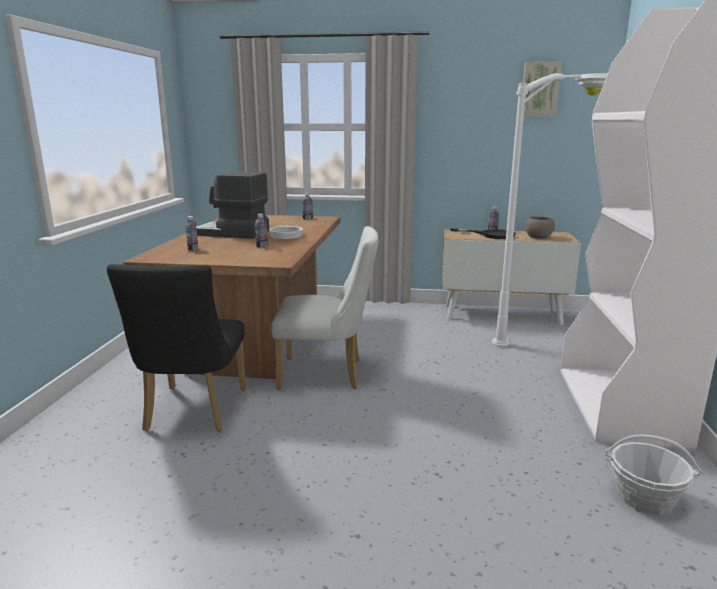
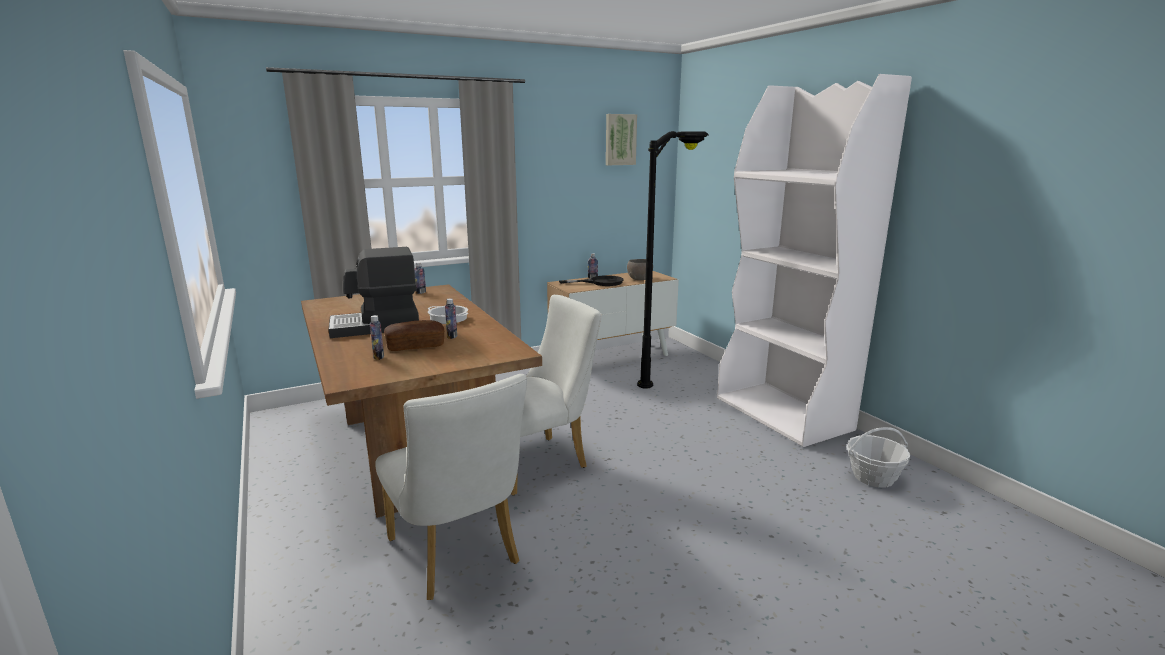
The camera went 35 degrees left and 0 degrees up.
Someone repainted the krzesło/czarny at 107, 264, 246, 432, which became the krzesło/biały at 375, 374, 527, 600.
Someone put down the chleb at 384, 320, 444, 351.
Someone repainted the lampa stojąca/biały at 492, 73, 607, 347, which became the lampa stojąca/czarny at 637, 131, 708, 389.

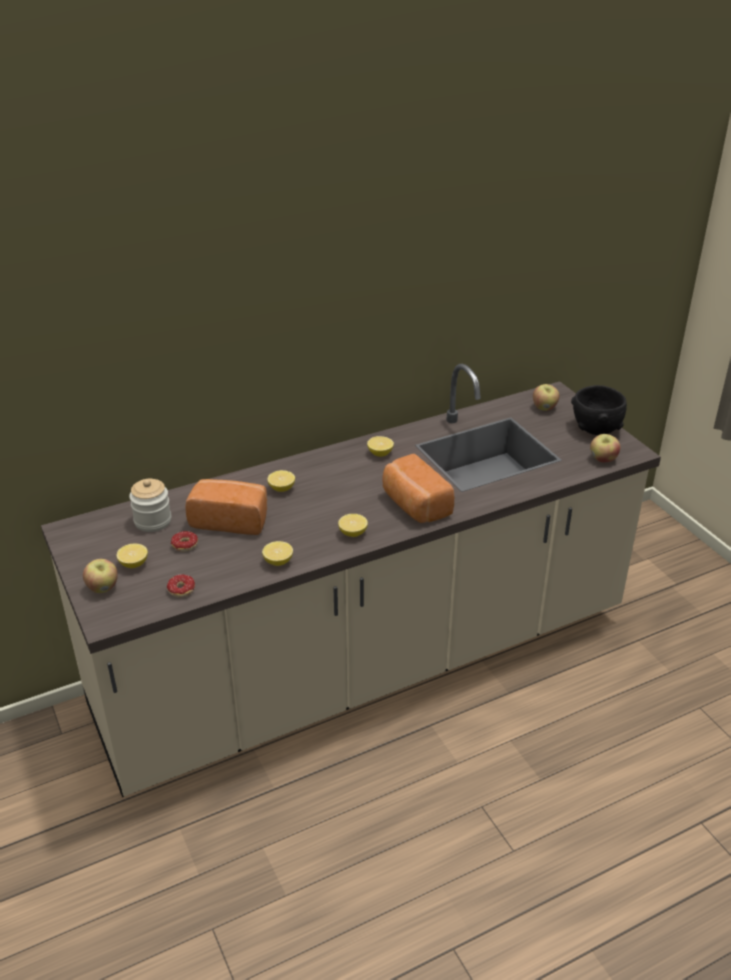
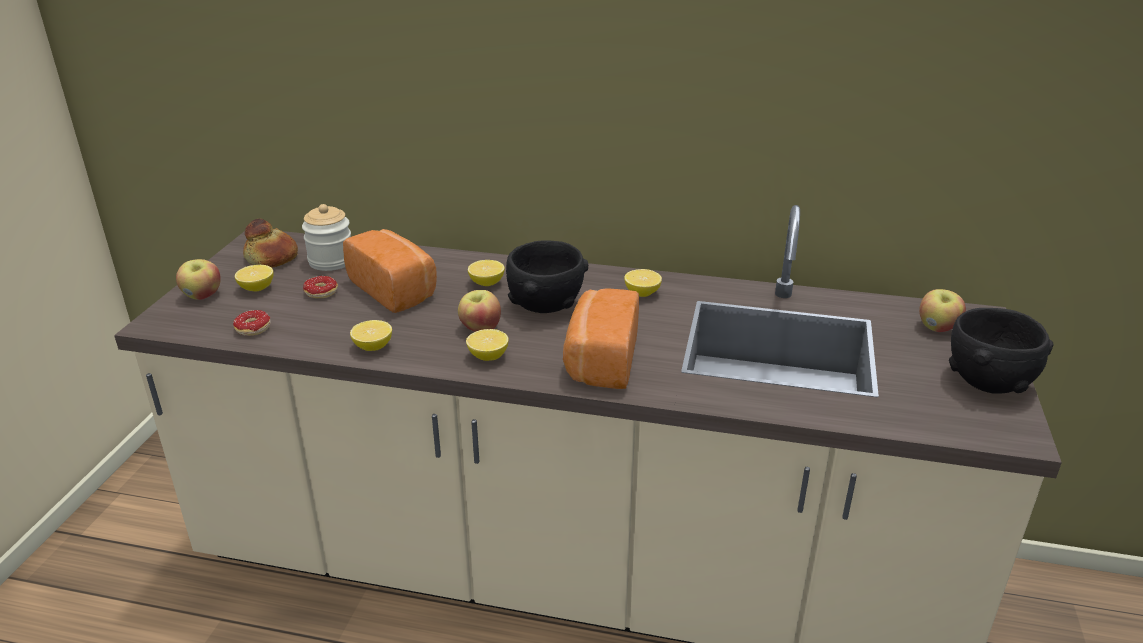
The camera went 40 degrees right and 5 degrees down.
Someone put down the chleb at 243, 219, 298, 268.
Someone carried the jabłko from 590, 434, 620, 462 to 458, 290, 501, 332.
Someone put down the miska/czarny at 506, 241, 588, 313.

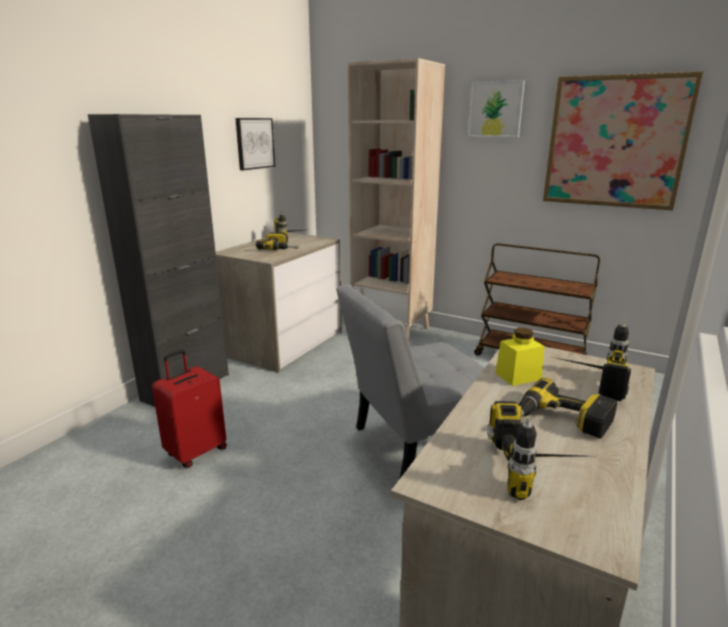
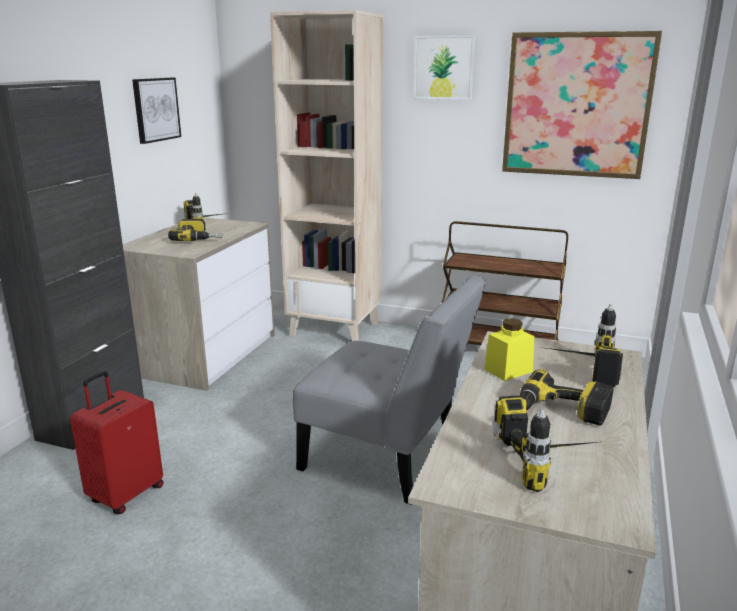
The camera went 10 degrees left and 0 degrees up.
Someone rotated the krzesło/szary at 336, 284, 484, 479 by 120 degrees counterclockwise.

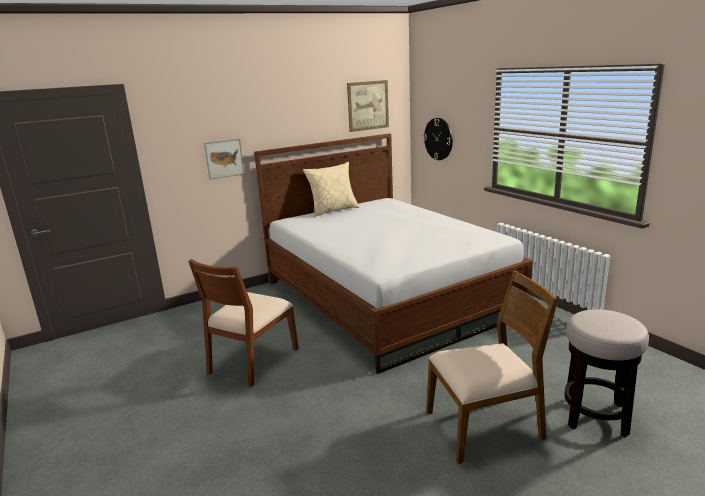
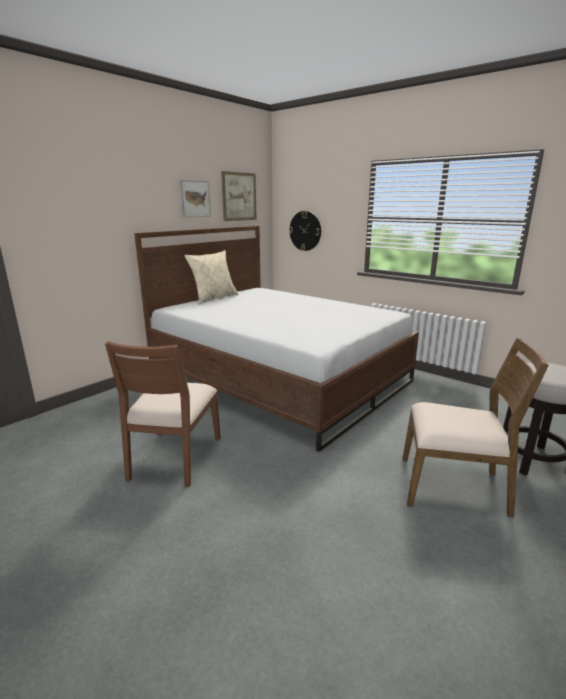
The camera went 20 degrees left and 0 degrees up.
Someone carried the obraz from 204, 139, 244, 180 to 180, 180, 211, 217.
Someone rotated the krzesło/brązowy at 426, 271, 558, 464 by 45 degrees clockwise.

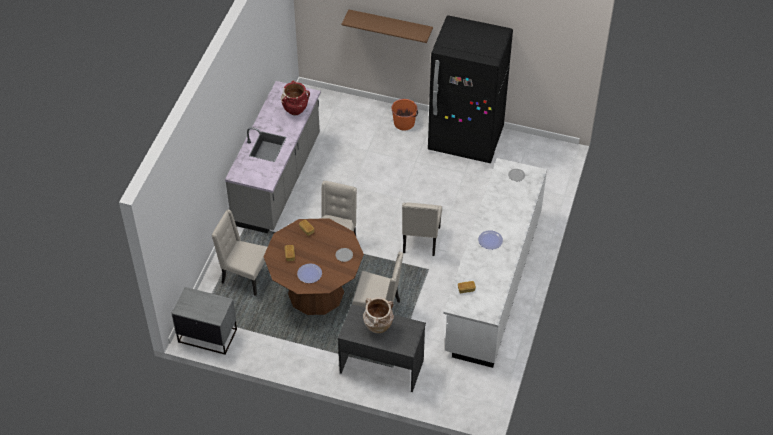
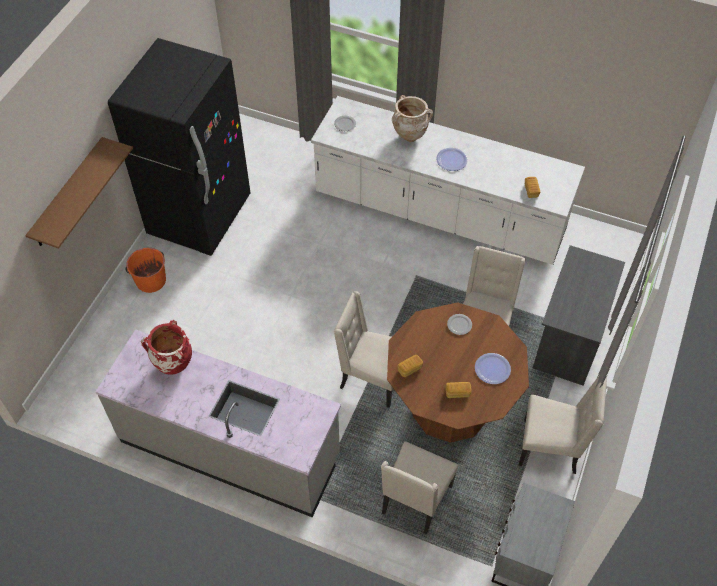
The camera went 85 degrees left and 5 degrees up.
Someone carried the wazon/beżowy from 363, 297, 394, 333 to 392, 95, 433, 142.
Someone carried the krzesło/beżowy from 402, 202, 442, 256 to 518, 376, 607, 474.

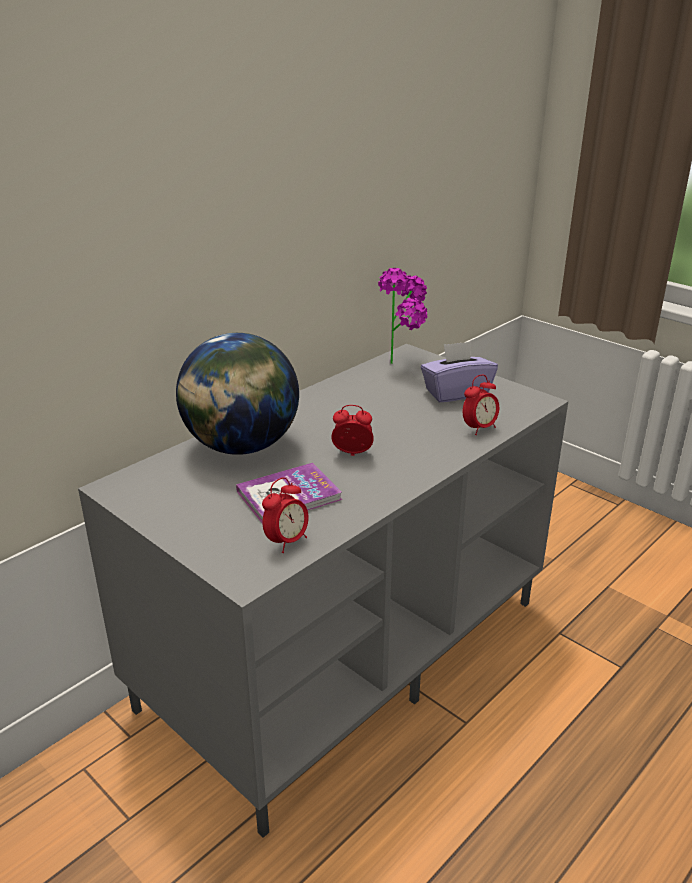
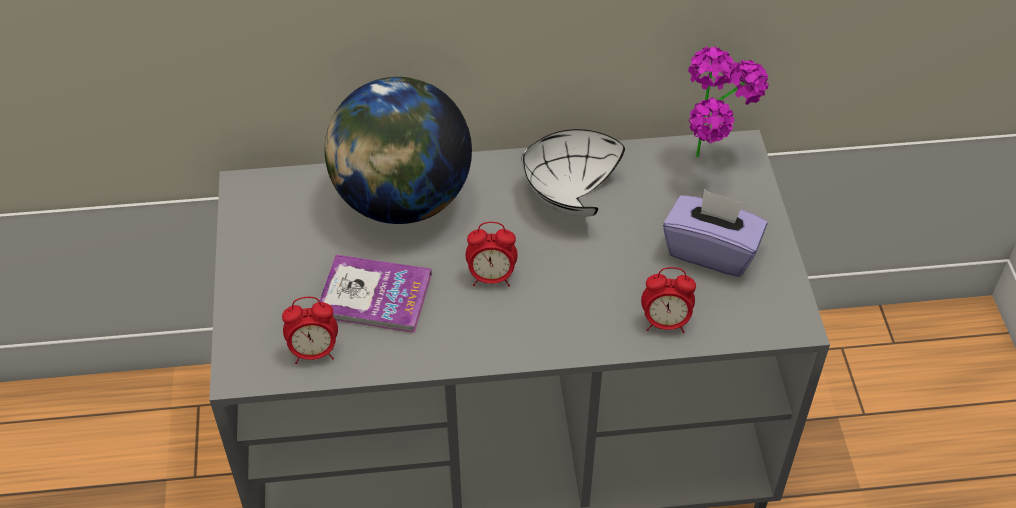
The camera went 40 degrees right and 20 degrees up.
Someone rotated the budzik at 331, 405, 374, 456 by 135 degrees clockwise.
Someone put down the miska/biały at 521, 129, 625, 217.

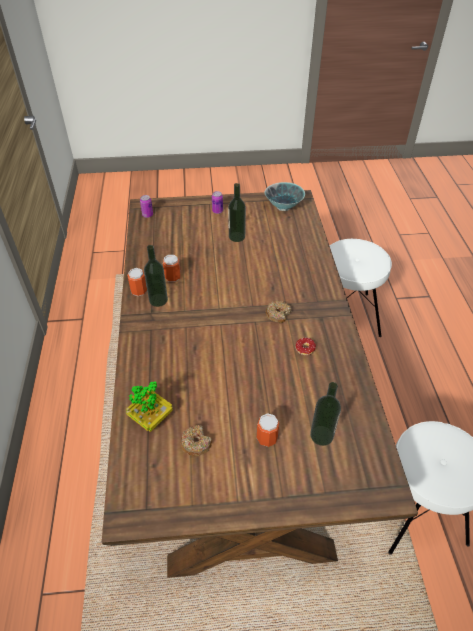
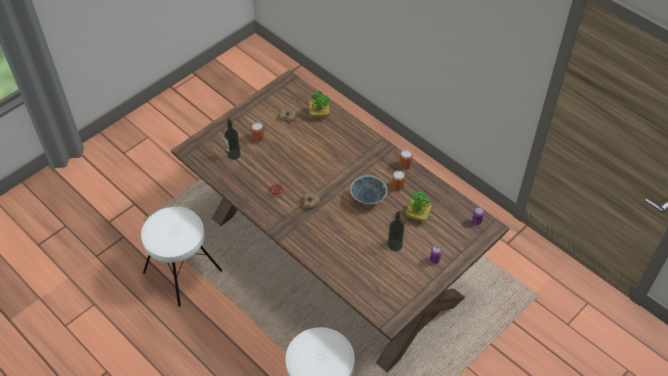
The camera went 140 degrees right and 5 degrees up.
Someone carried the miska from 264, 182, 305, 211 to 350, 175, 387, 204.
Someone put down the roślina doniczkowa at 405, 192, 432, 222.
Someone took away the butelka at 144, 245, 168, 307.

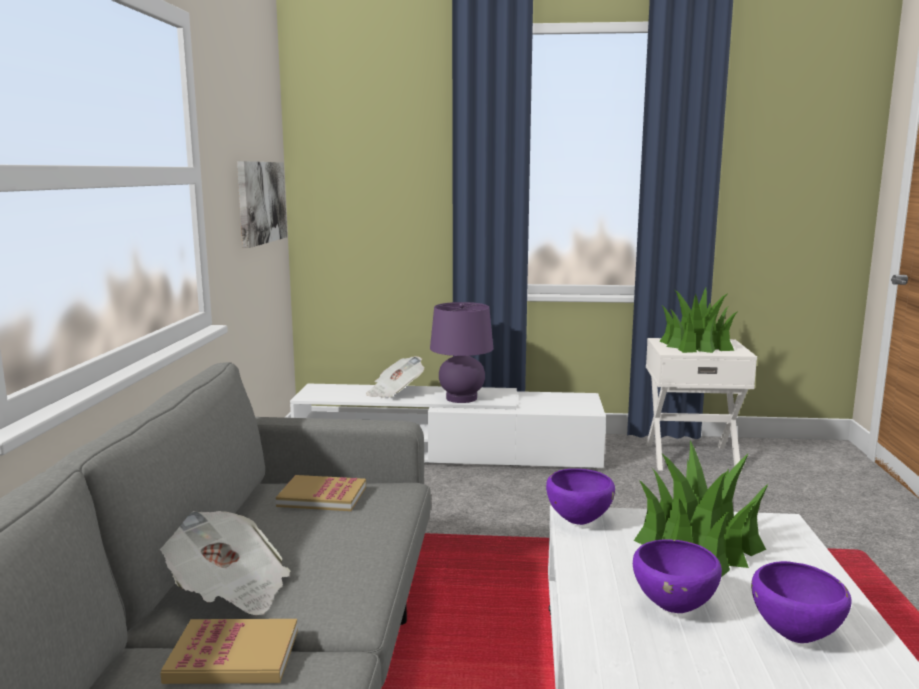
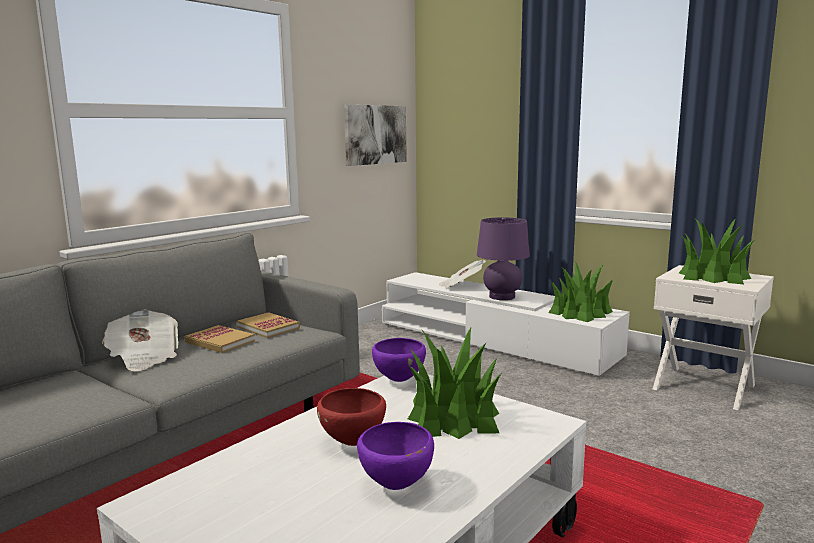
The camera went 35 degrees right and 0 degrees up.
Someone carried the książka from 160, 619, 298, 684 to 184, 325, 255, 353.
Someone repainted the miska/fioletowy at 633, 539, 722, 613, which became the miska/czerwony at 317, 388, 386, 446.
Someone put down the roślina doniczkowa at 548, 261, 613, 322.

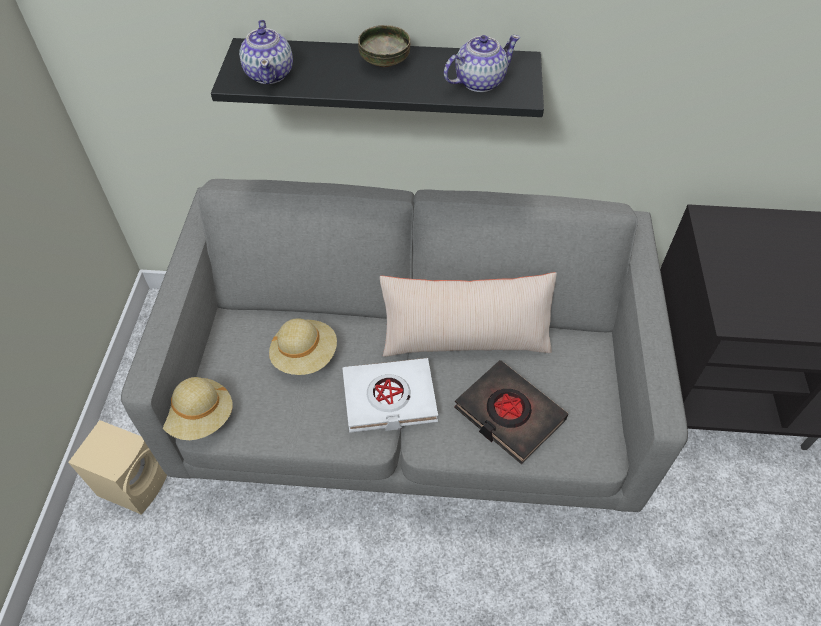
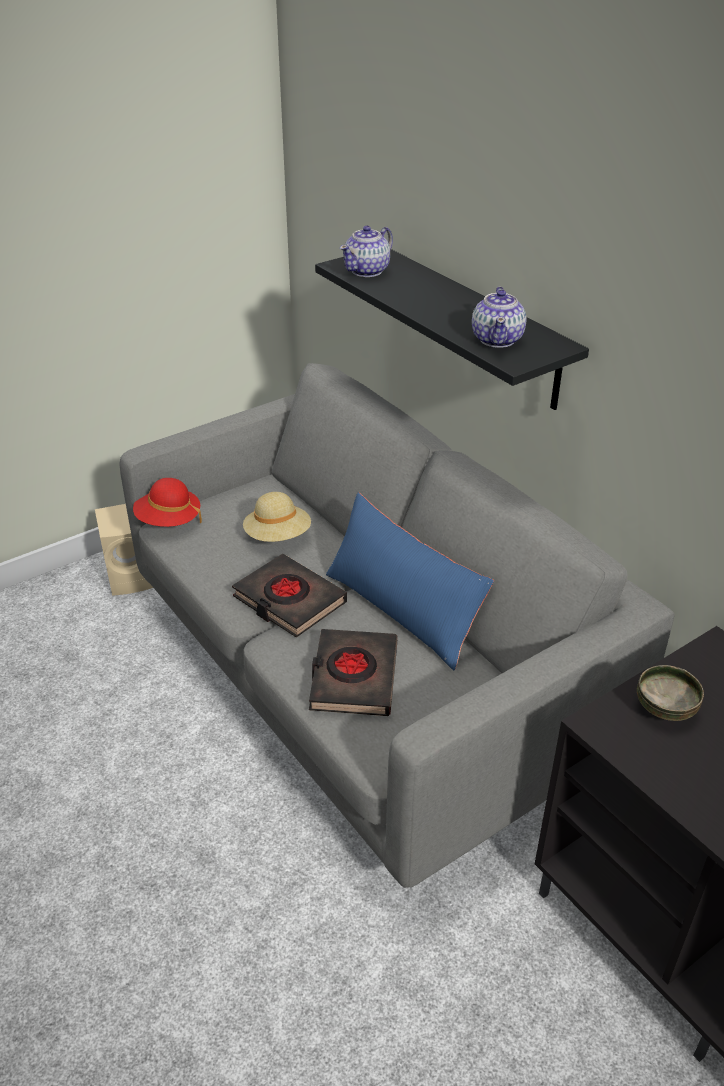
The camera went 50 degrees right and 15 degrees down.
Someone repainted the kapelusz/beżowy at 163, 377, 233, 440, which became the kapelusz/czerwony at 133, 478, 202, 527.
Someone repainted the książka/biały at 342, 358, 438, 433, which became the książka/czarny at 232, 554, 347, 638.
Someone repainted the poduszka/beżowy at 380, 272, 557, 357, which became the poduszka/niebieski at 326, 492, 494, 670.
Someone rotated the imbryk at 444, 35, 520, 92 by 75 degrees clockwise.
Someone carried the miska from 358, 25, 410, 67 to 637, 665, 704, 721.

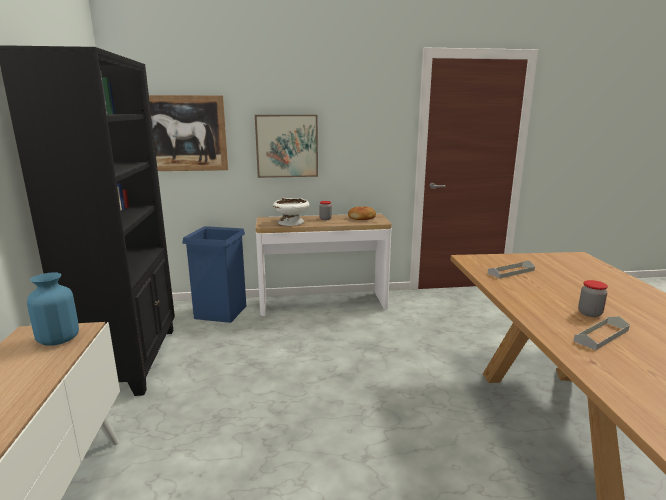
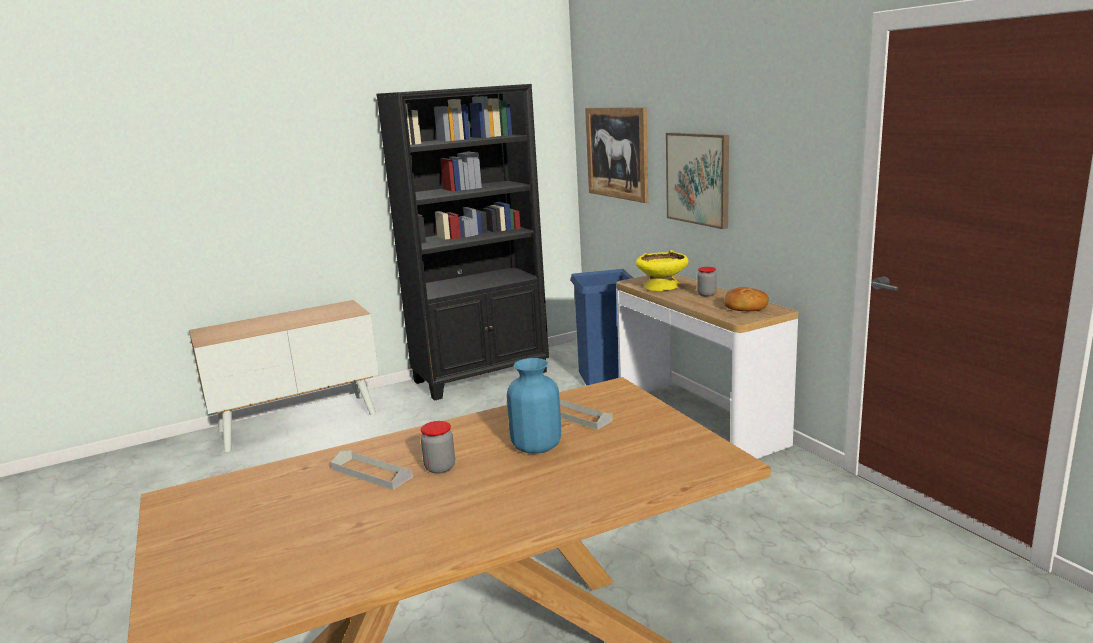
The camera went 70 degrees right and 0 degrees up.
Someone carried the wazon/niebieski from 27, 273, 79, 345 to 507, 358, 561, 453.
Someone repainted the miska/biały at 273, 197, 310, 226, which became the miska/żółty at 636, 250, 689, 291.

